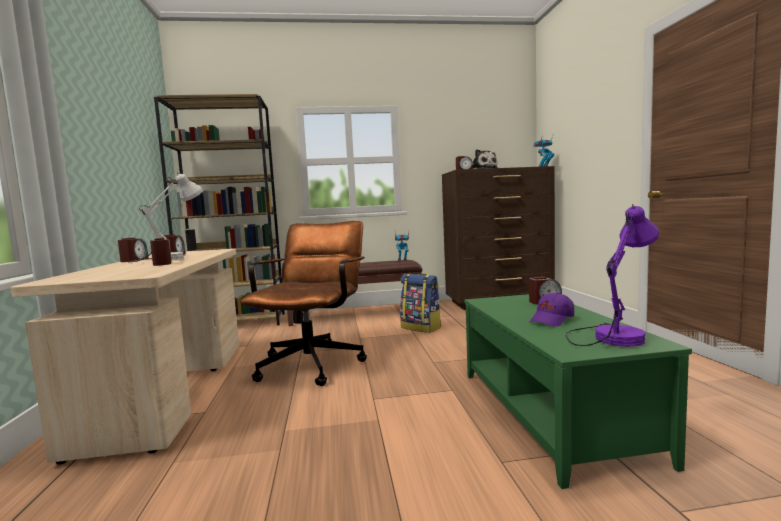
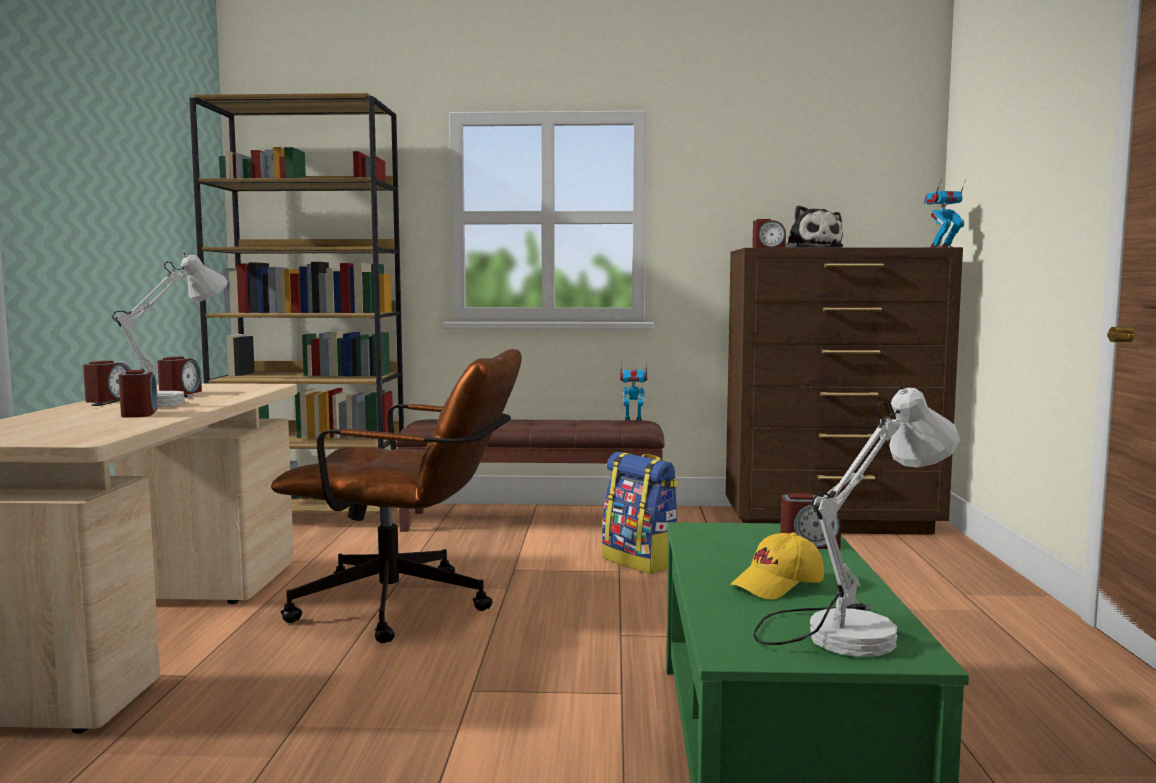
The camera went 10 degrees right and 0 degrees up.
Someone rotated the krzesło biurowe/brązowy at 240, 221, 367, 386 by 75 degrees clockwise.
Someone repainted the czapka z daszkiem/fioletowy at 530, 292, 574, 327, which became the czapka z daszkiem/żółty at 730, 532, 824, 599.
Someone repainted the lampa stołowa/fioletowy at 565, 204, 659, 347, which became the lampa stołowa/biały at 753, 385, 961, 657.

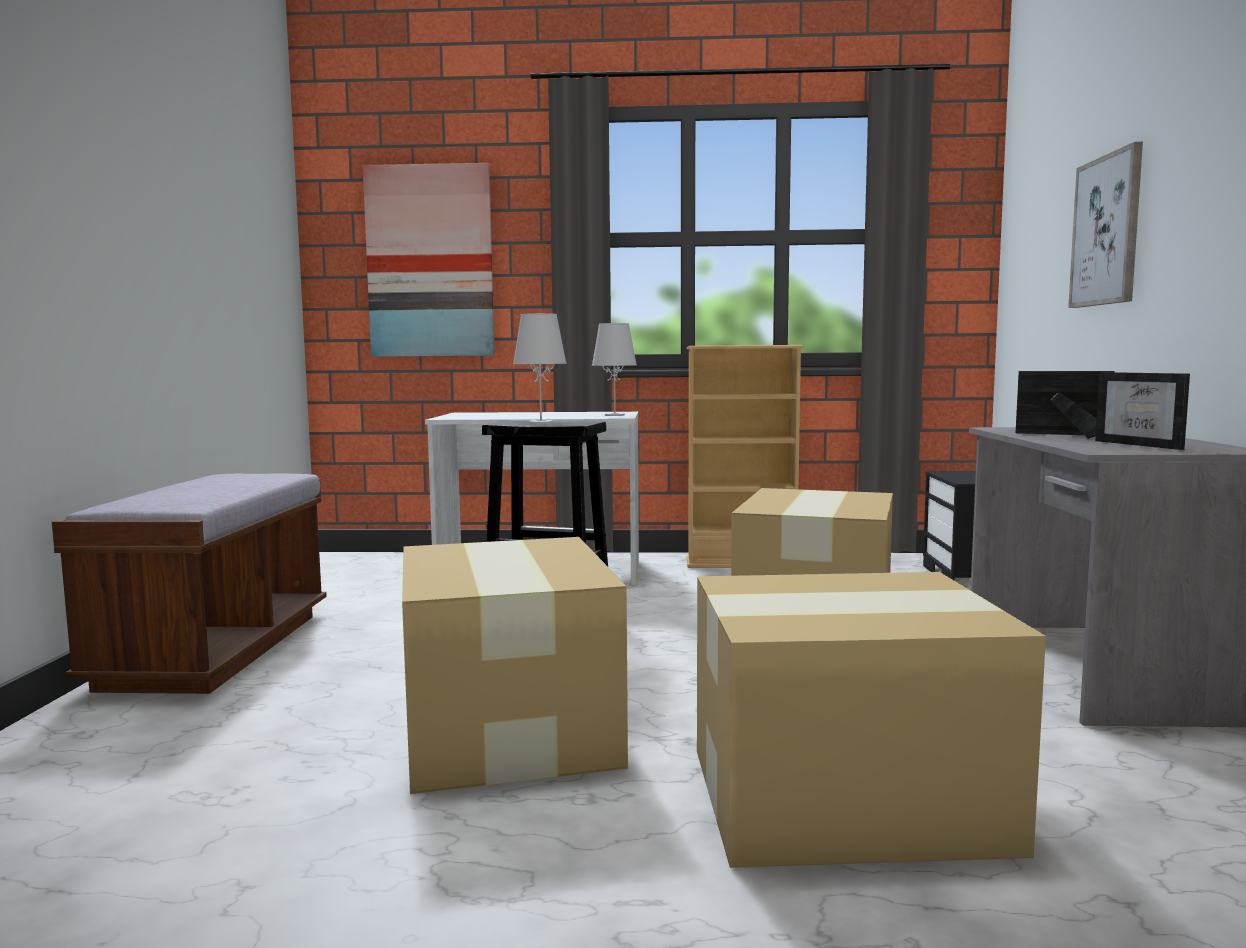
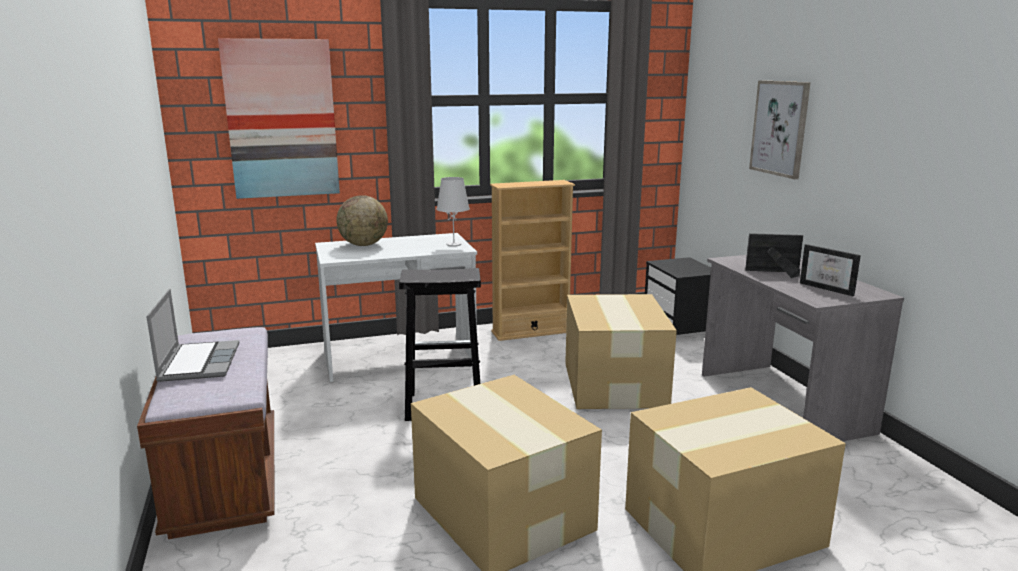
The camera went 20 degrees left and 10 degrees up.
Someone put down the laptop at 146, 289, 239, 382.
Someone put down the globus at 336, 195, 388, 246.
Someone took away the lampa stołowa/biały at 513, 313, 567, 424.

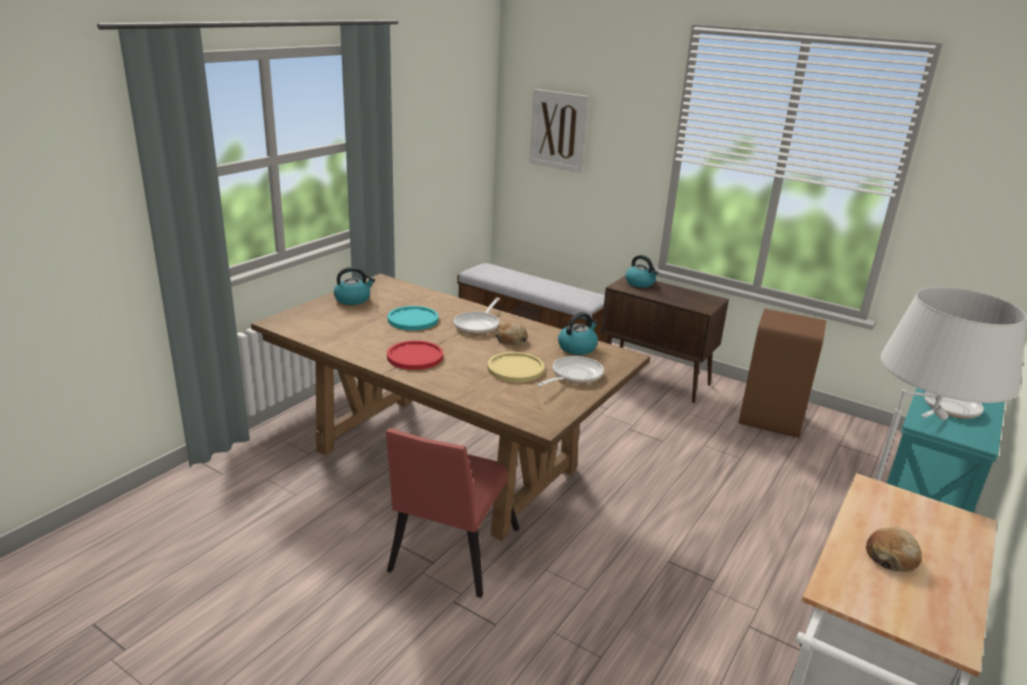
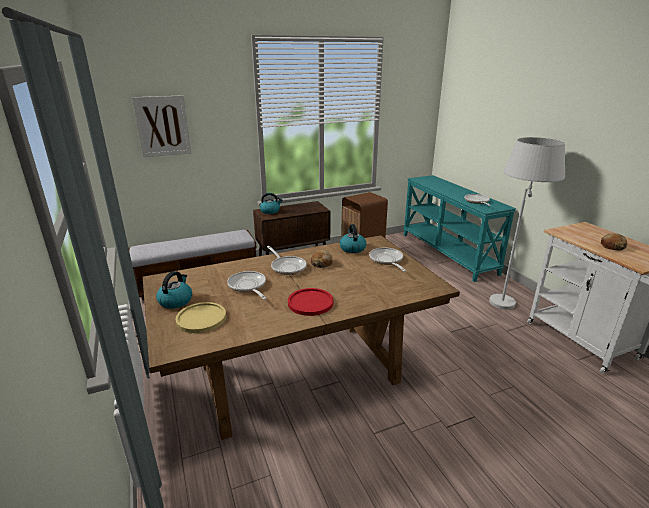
The camera went 55 degrees left and 0 degrees up.
Someone carried the talerz/żółty from 487, 352, 544, 383 to 176, 302, 226, 333.
Someone swapped the talerz/turkusowy at 388, 306, 438, 330 for the patelnia at 227, 271, 267, 300.
Someone took away the krzesło/czerwony at 386, 428, 519, 598.

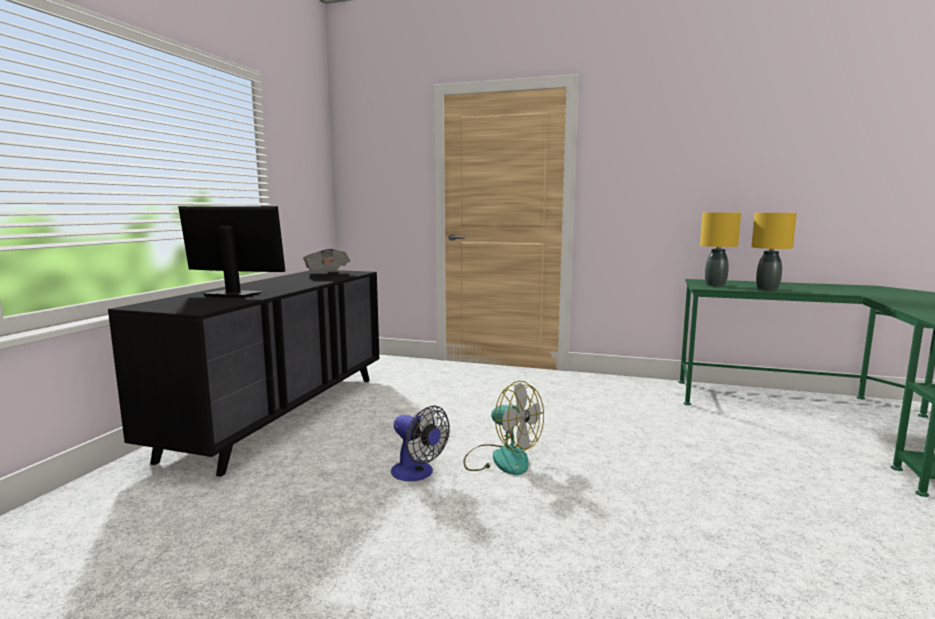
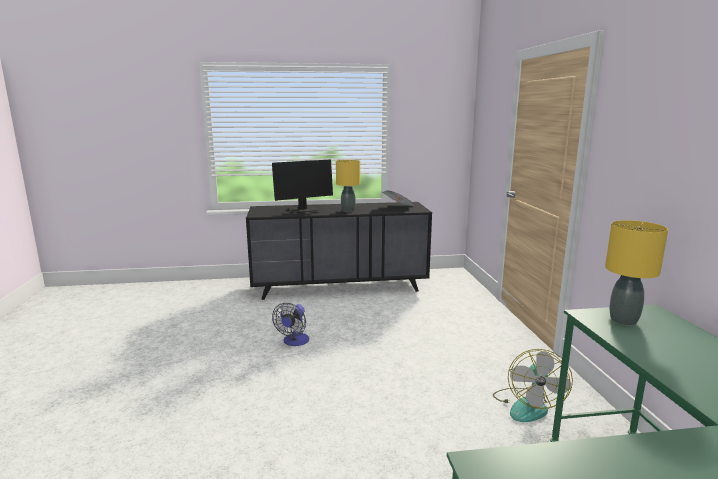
The camera went 65 degrees right and 5 degrees up.
Someone rotated the monitor at 178, 206, 285, 298 by 75 degrees clockwise.
Someone carried the lampa stołowa/żółty from 751, 213, 797, 290 to 336, 160, 360, 212.
Someone carried the wentylator from 463, 381, 544, 475 to 493, 349, 573, 422.

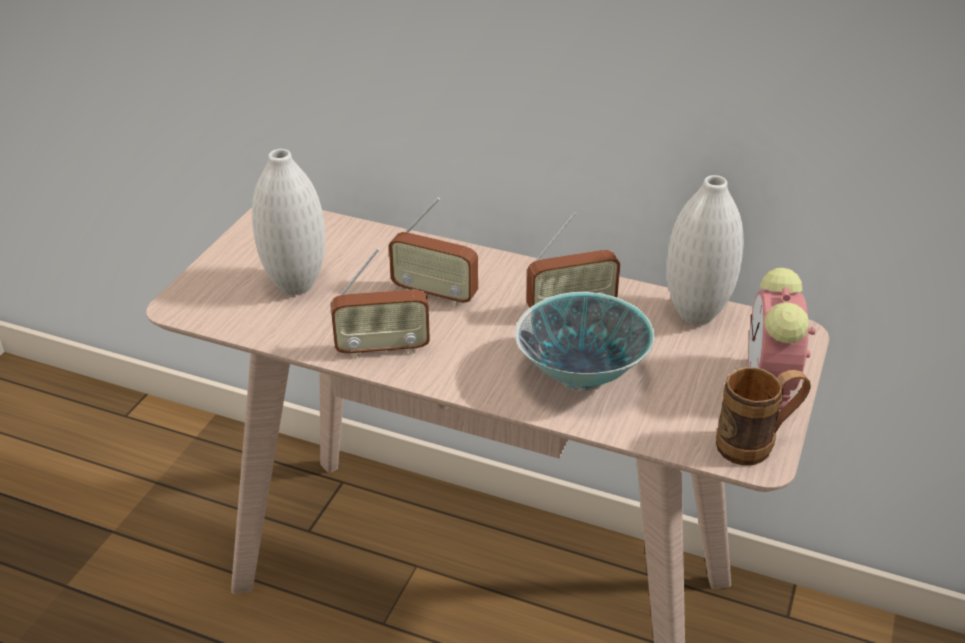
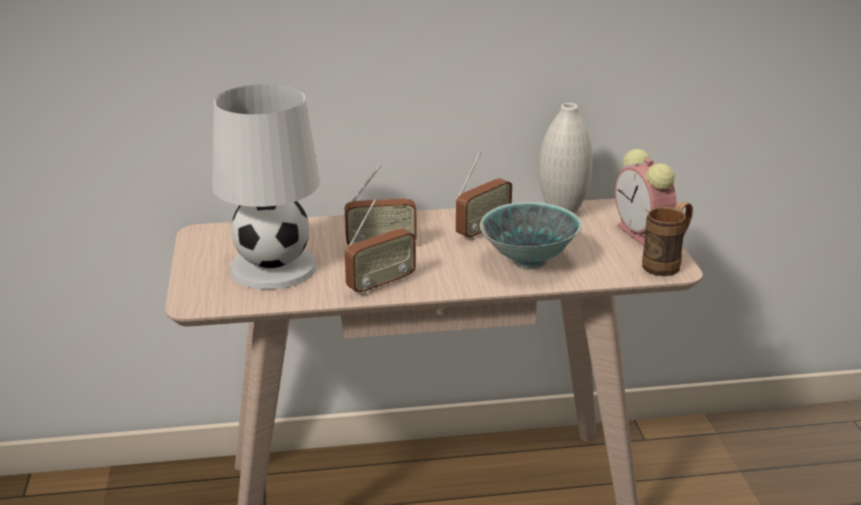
The camera went 30 degrees left and 10 degrees down.
Someone swapped the wazon/biały at 252, 149, 325, 295 for the lampa stołowa/biały at 212, 84, 320, 290.

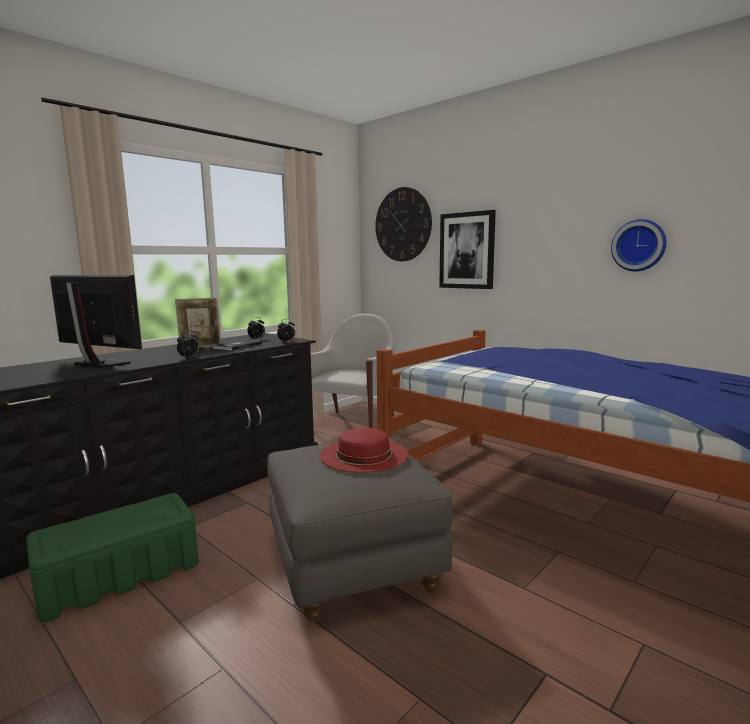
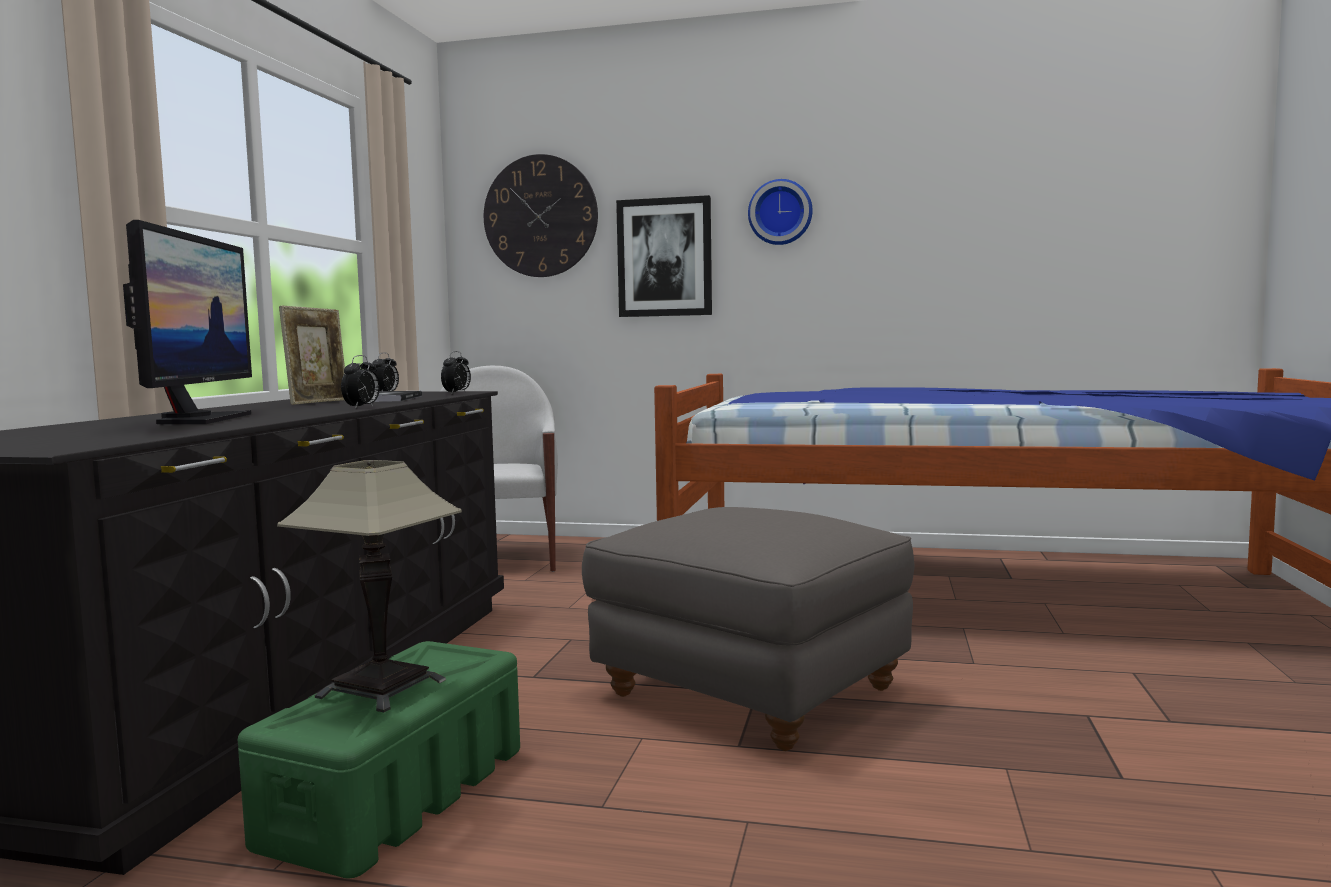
The camera went 30 degrees left and 5 degrees down.
Someone rotated the monitor at 50, 275, 142, 368 by 90 degrees clockwise.
Someone put down the lampa stołowa at 277, 460, 462, 712.
Someone carried the zegar ścienny from 611, 219, 667, 271 to 748, 179, 813, 245.
Someone took away the kapelusz/czerwony at 320, 427, 408, 473.

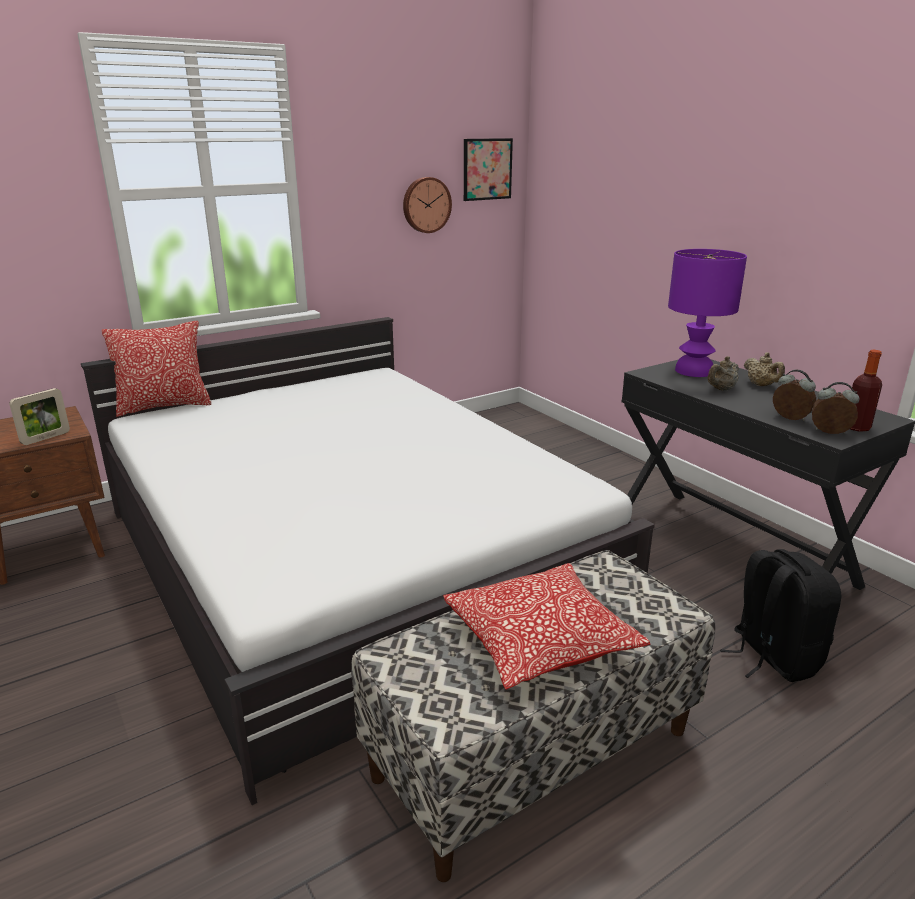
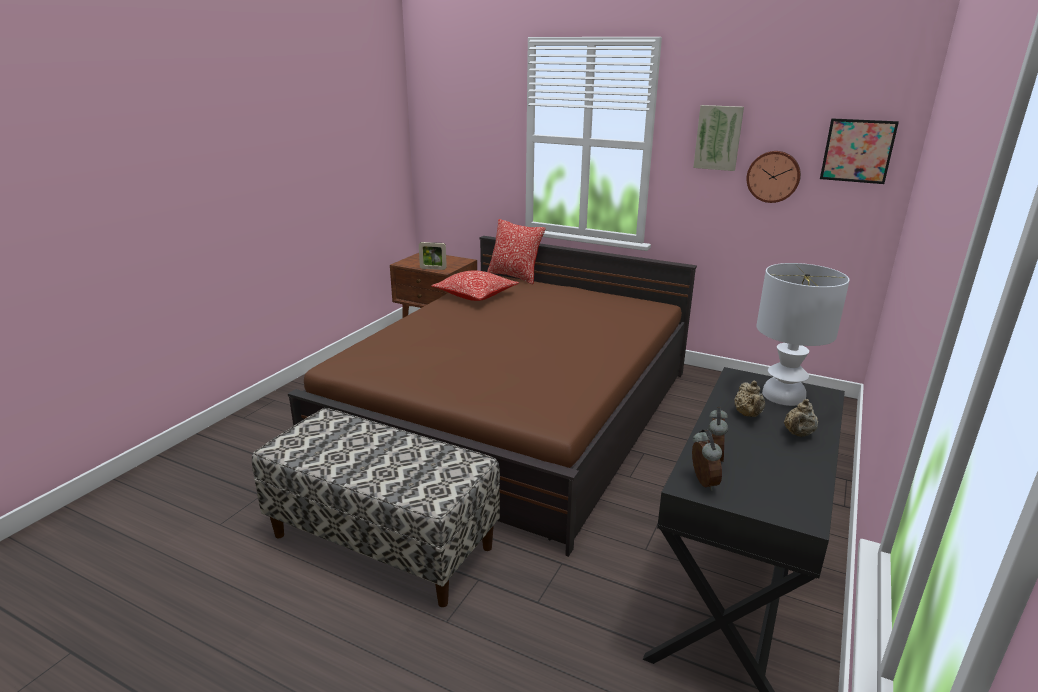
The camera went 60 degrees right and 0 degrees up.
Someone repainted the łóżko/biały at 81, 317, 655, 805, which became the łóżko/brązowy at 288, 236, 697, 557.
Someone carried the poduszka from 443, 563, 650, 690 to 431, 270, 519, 301.
Someone put up the obraz at 693, 105, 744, 171.
Someone rotated the imbryk/beżowy at 708, 356, 739, 391 by 105 degrees counterclockwise.
Someone repainted the lampa stołowa/fioletowy at 668, 249, 747, 377, which became the lampa stołowa/biały at 756, 263, 850, 406.
Someone took away the plecak/czarny at 720, 549, 841, 682.
Someone took away the butelka at 850, 350, 882, 432.

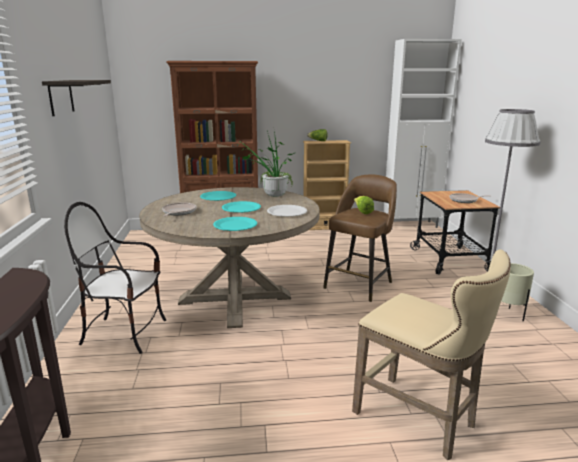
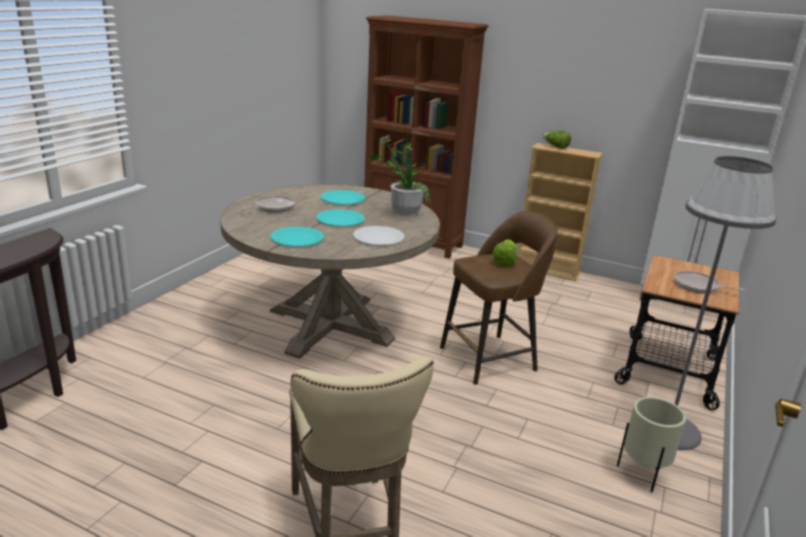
The camera went 30 degrees right and 5 degrees up.
Someone took away the półka at 42, 80, 111, 116.
Someone took away the krzesło at 64, 202, 166, 354.

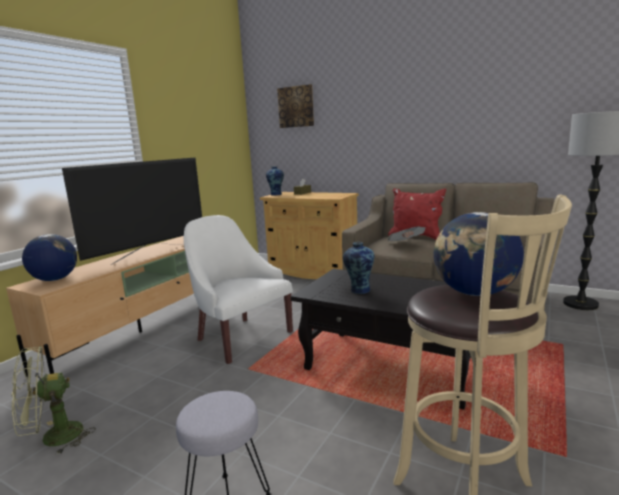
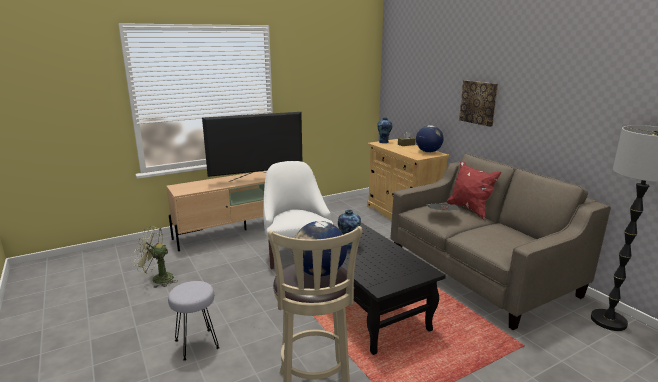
The camera went 30 degrees right and 5 degrees up.
Someone carried the globus from 22, 234, 77, 281 to 416, 125, 444, 152.
Someone carried the obraz from 277, 84, 314, 128 to 459, 80, 498, 127.

